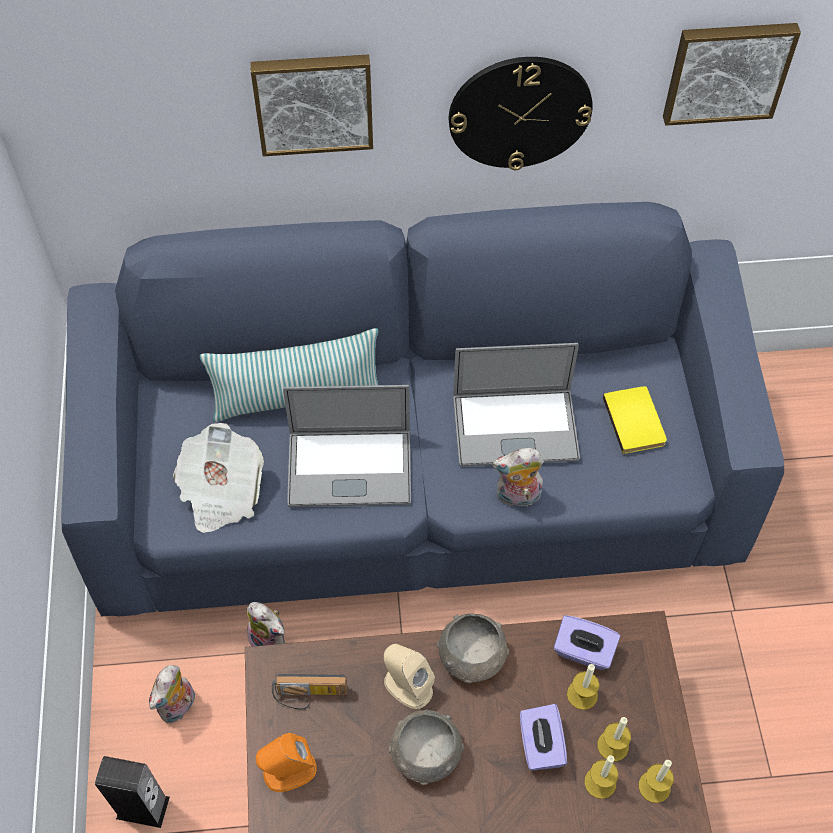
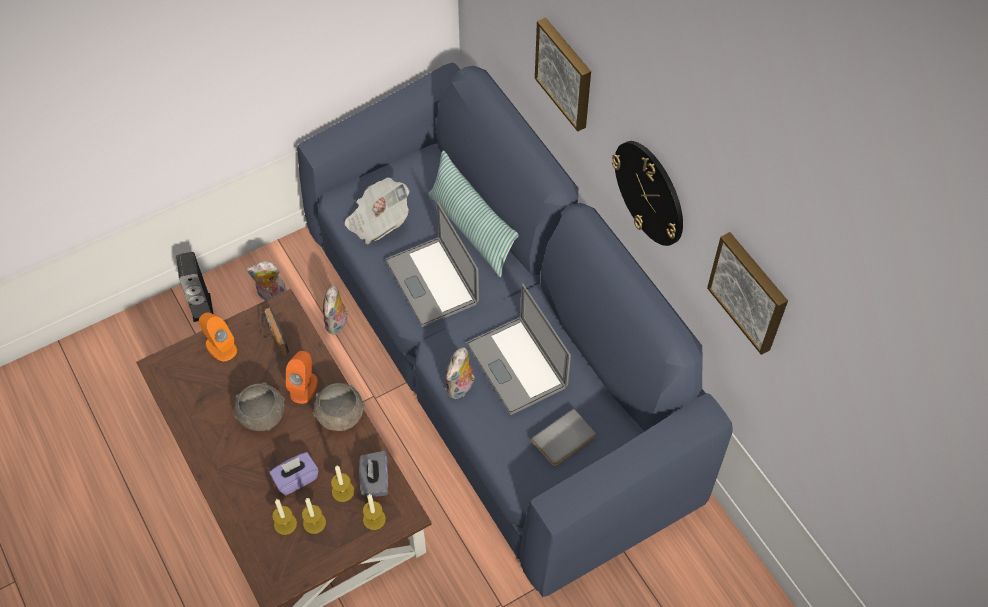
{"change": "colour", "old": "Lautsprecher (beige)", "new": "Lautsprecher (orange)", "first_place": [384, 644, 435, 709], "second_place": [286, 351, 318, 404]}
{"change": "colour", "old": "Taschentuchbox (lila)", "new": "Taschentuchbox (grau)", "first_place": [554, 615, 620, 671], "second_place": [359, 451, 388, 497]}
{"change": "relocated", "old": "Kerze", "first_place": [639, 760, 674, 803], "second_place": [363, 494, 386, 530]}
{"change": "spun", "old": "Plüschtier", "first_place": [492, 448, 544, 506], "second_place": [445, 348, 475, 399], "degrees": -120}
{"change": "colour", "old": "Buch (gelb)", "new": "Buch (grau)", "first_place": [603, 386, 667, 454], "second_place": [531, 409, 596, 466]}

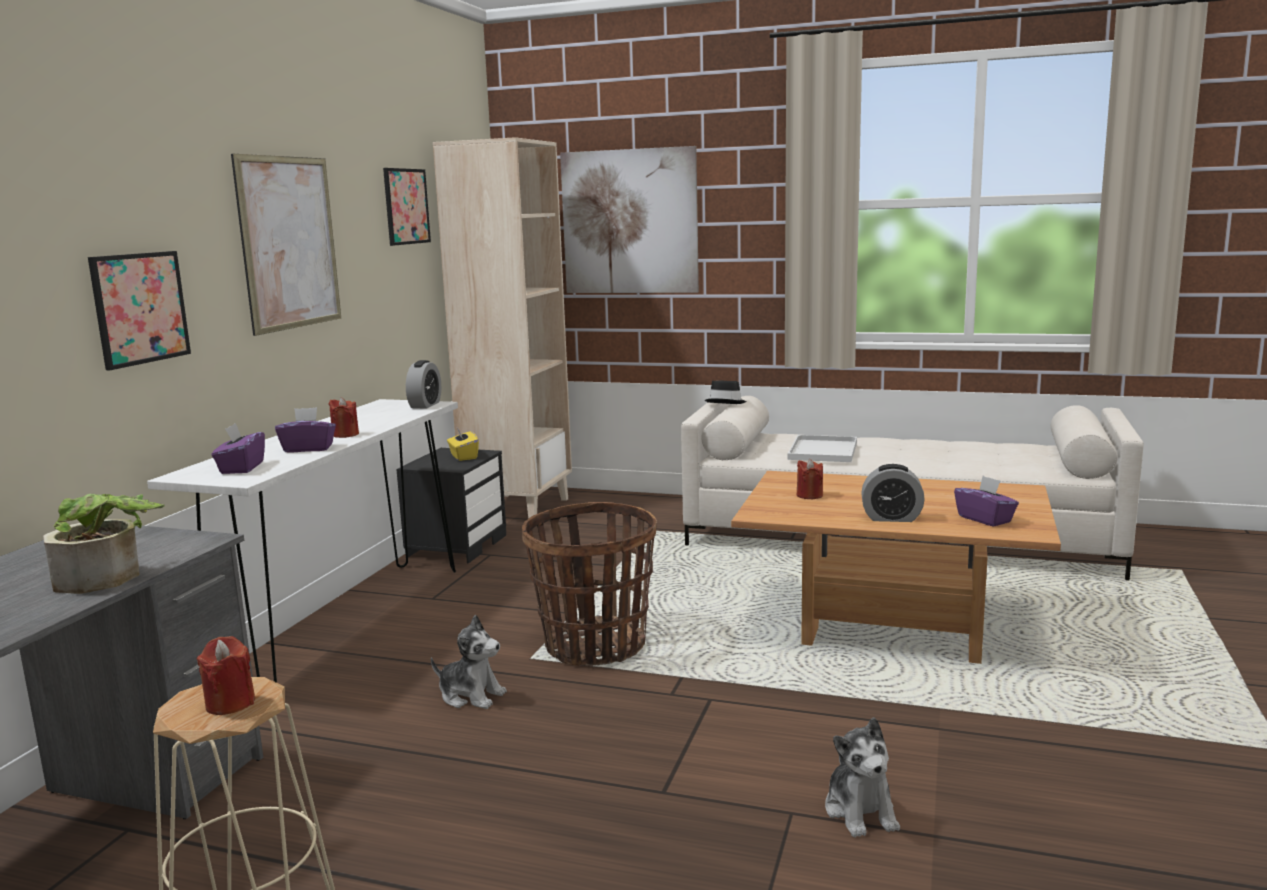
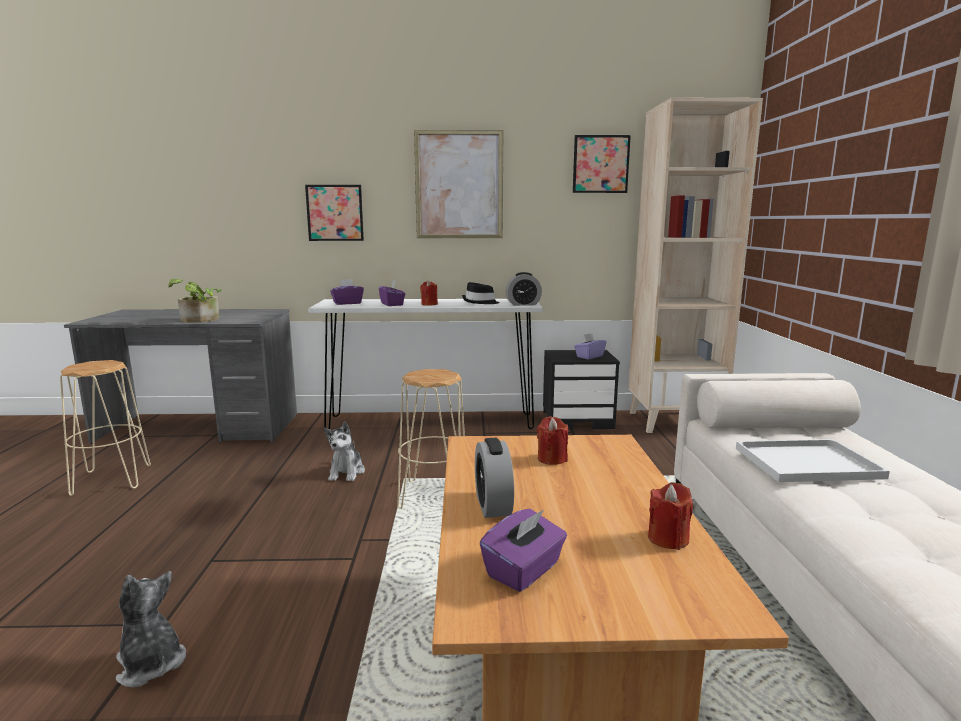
{"change": "spun", "old": "Plüschtier", "first_place": [825, 717, 900, 837], "second_place": [116, 571, 186, 687], "degrees": 75}
{"change": "exchanged", "old": "Korb", "new": "Hocker (beige)", "first_place": [522, 502, 657, 666], "second_place": [397, 369, 465, 509]}
{"change": "relocated", "old": "Hut (schwarz)", "first_place": [705, 381, 746, 404], "second_place": [462, 282, 500, 304]}
{"change": "colour", "old": "Taschentuchbox (gelb)", "new": "Taschentuchbox (lila)", "first_place": [447, 428, 479, 461], "second_place": [574, 333, 606, 359]}
{"change": "relocated", "old": "Kerze (rot)", "first_place": [197, 636, 255, 715], "second_place": [648, 483, 693, 550]}
{"change": "missing", "old": "Bild", "first_place": [560, 146, 699, 293]}

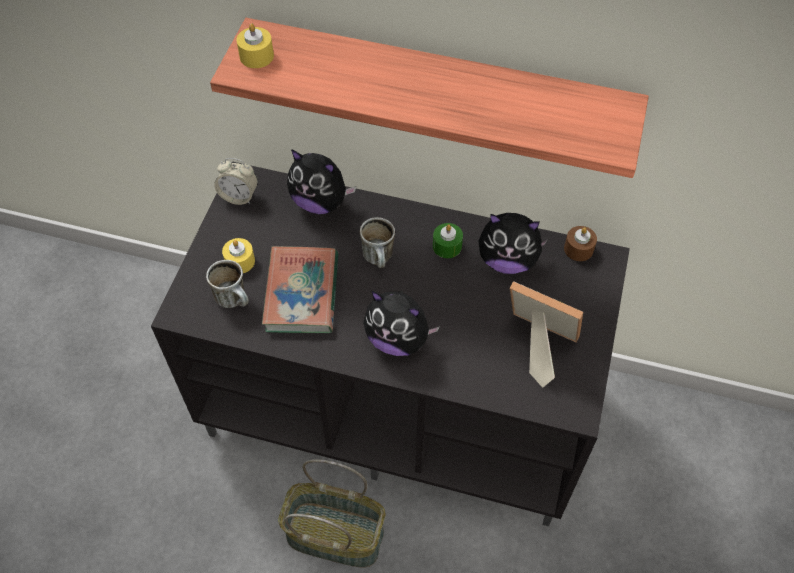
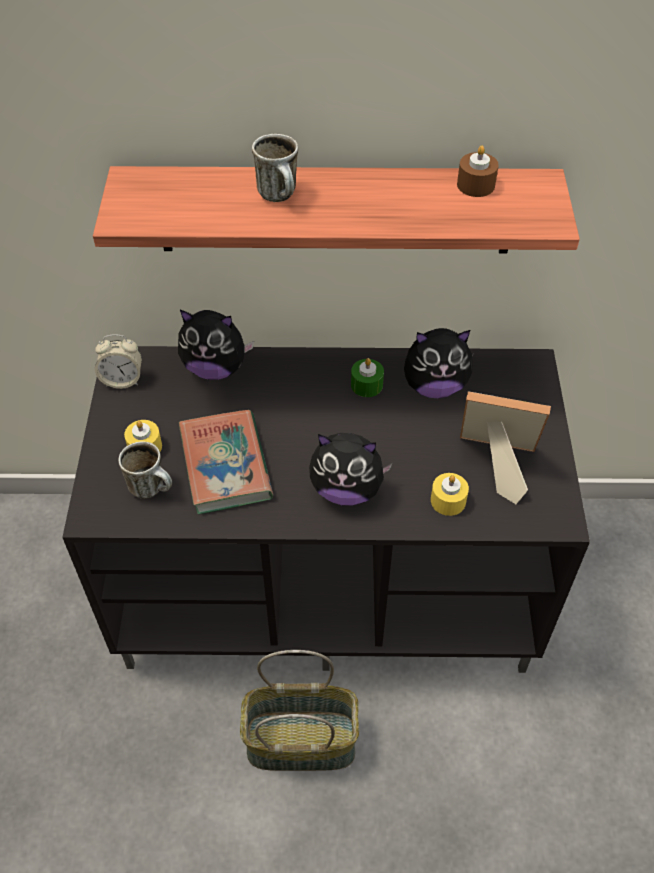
{"change": "relocated", "old": "Henkelbecher", "first_place": [360, 217, 395, 268], "second_place": [252, 134, 298, 202]}
{"change": "relocated", "old": "Kerze (gelb)", "first_place": [236, 24, 274, 68], "second_place": [431, 473, 469, 516]}
{"change": "relocated", "old": "Kerze (braun)", "first_place": [564, 226, 597, 261], "second_place": [457, 146, 499, 197]}

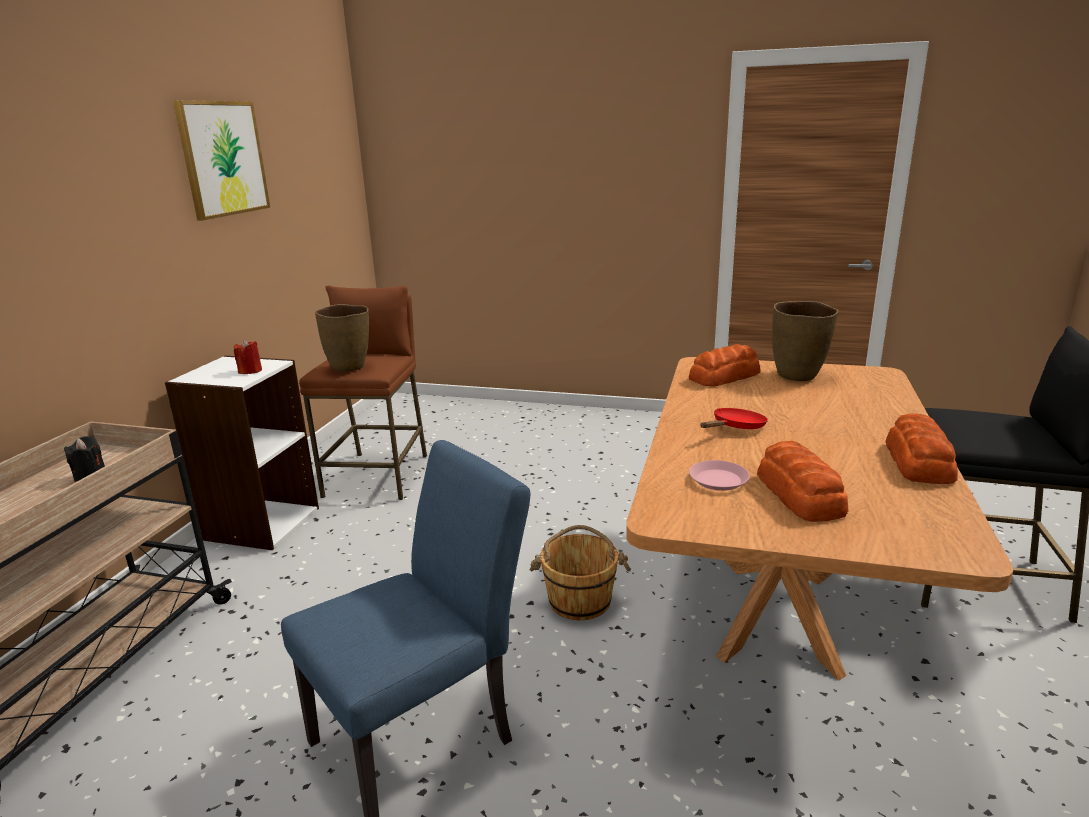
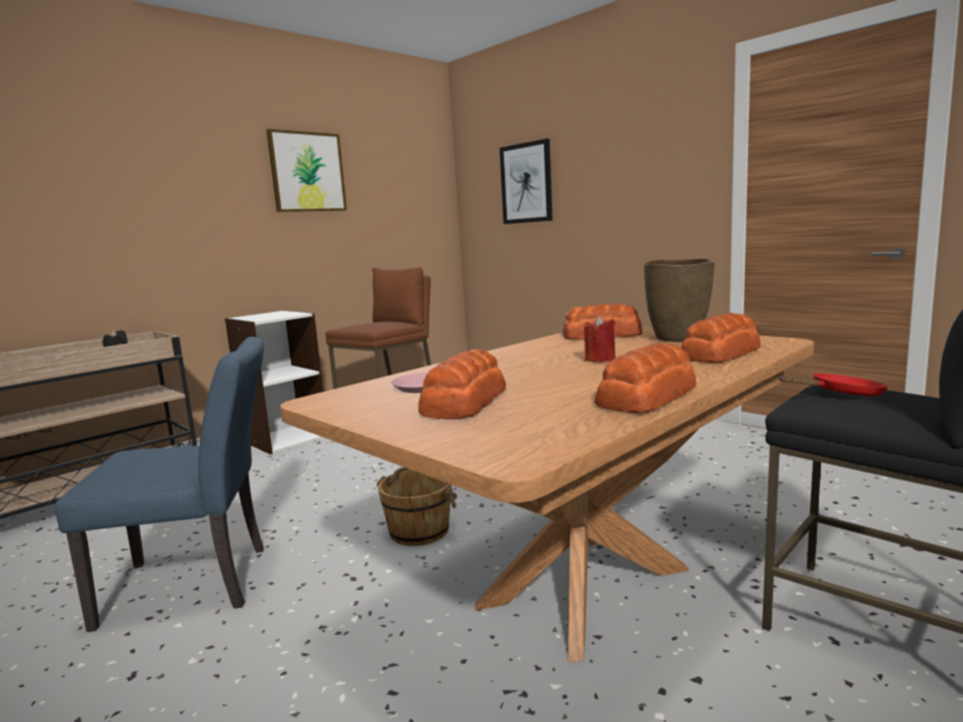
{"change": "appeared", "new": "Bild", "second_place": [500, 138, 553, 224]}
{"change": "relocated", "old": "Kerze (rot)", "first_place": [234, 339, 262, 374], "second_place": [584, 316, 615, 362]}
{"change": "appeared", "new": "Brot", "second_place": [681, 313, 761, 363]}
{"change": "relocated", "old": "Pfanne (rot)", "first_place": [700, 408, 768, 429], "second_place": [778, 373, 888, 396]}
{"change": "missing", "old": "Vase (braun)", "first_place": [315, 304, 369, 372]}

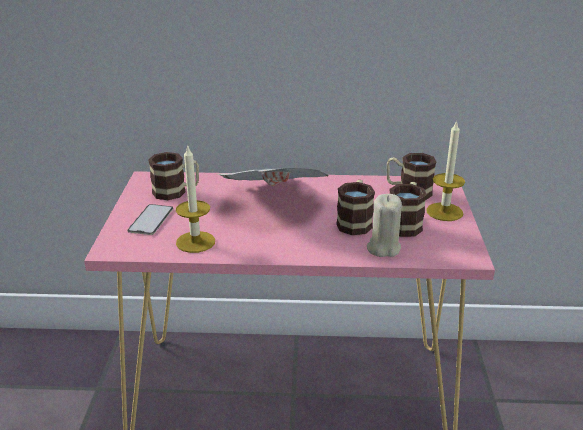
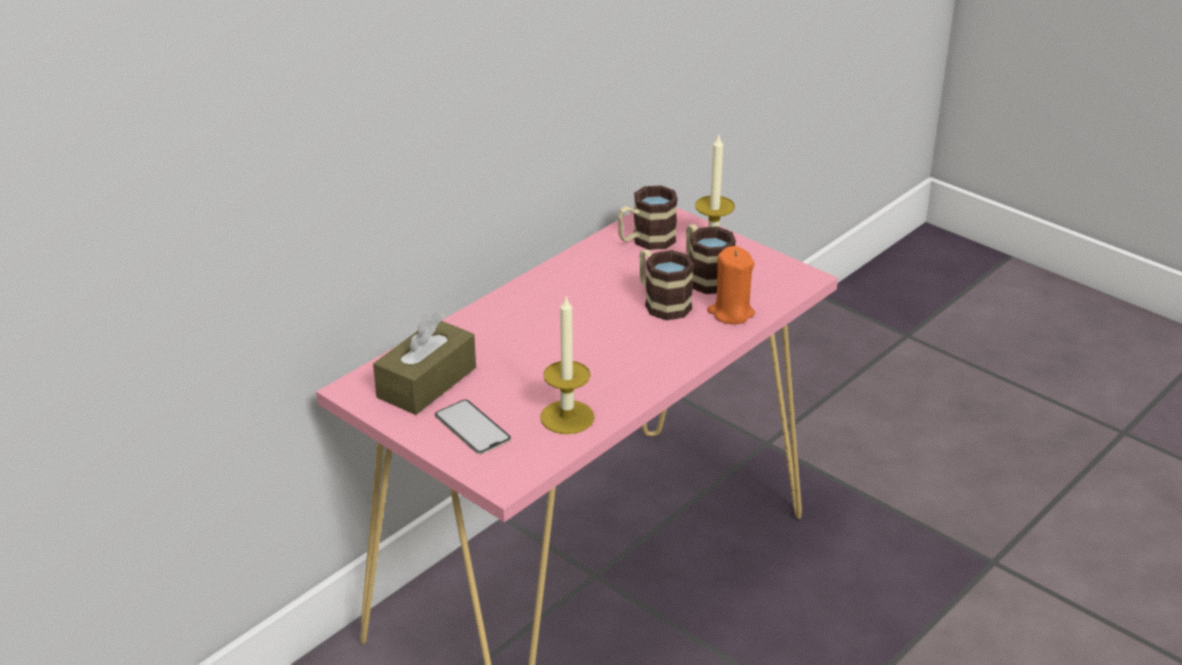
{"change": "exchanged", "old": "Henkelbecher", "new": "Taschentuchbox (braun)", "first_place": [148, 152, 199, 200], "second_place": [373, 312, 476, 415]}
{"change": "colour", "old": "Kerze (beige)", "new": "Kerze (orange)", "first_place": [367, 194, 402, 257], "second_place": [707, 246, 755, 324]}
{"change": "missing", "old": "Zeitung", "first_place": [217, 168, 329, 186]}

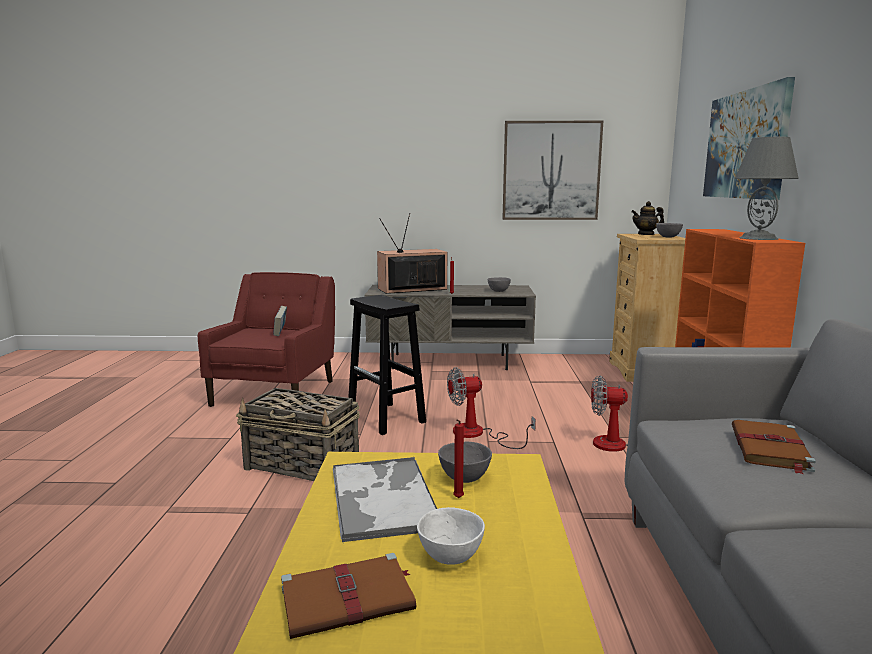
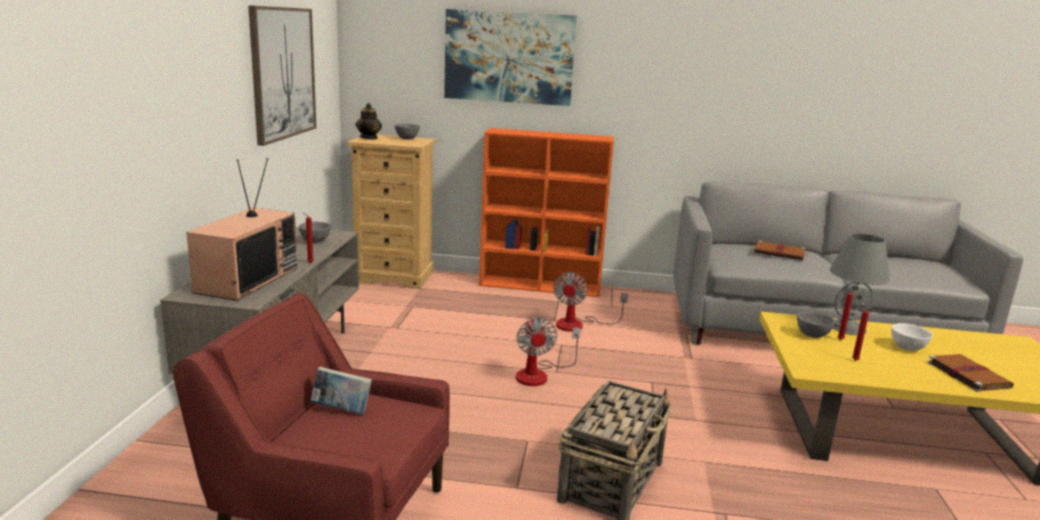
{"change": "spun", "old": "Fernseher", "first_place": [377, 213, 447, 294], "second_place": [186, 158, 298, 301], "degrees": -150}
{"change": "relocated", "old": "Tischlampe (grau)", "first_place": [735, 137, 799, 240], "second_place": [830, 233, 890, 335]}
{"change": "exchanged", "old": "Tablett", "new": "Kerze (rot)", "first_place": [333, 457, 437, 542], "second_place": [852, 308, 871, 361]}
{"change": "missing", "old": "Hocker (schwarz)", "first_place": [348, 295, 426, 435]}

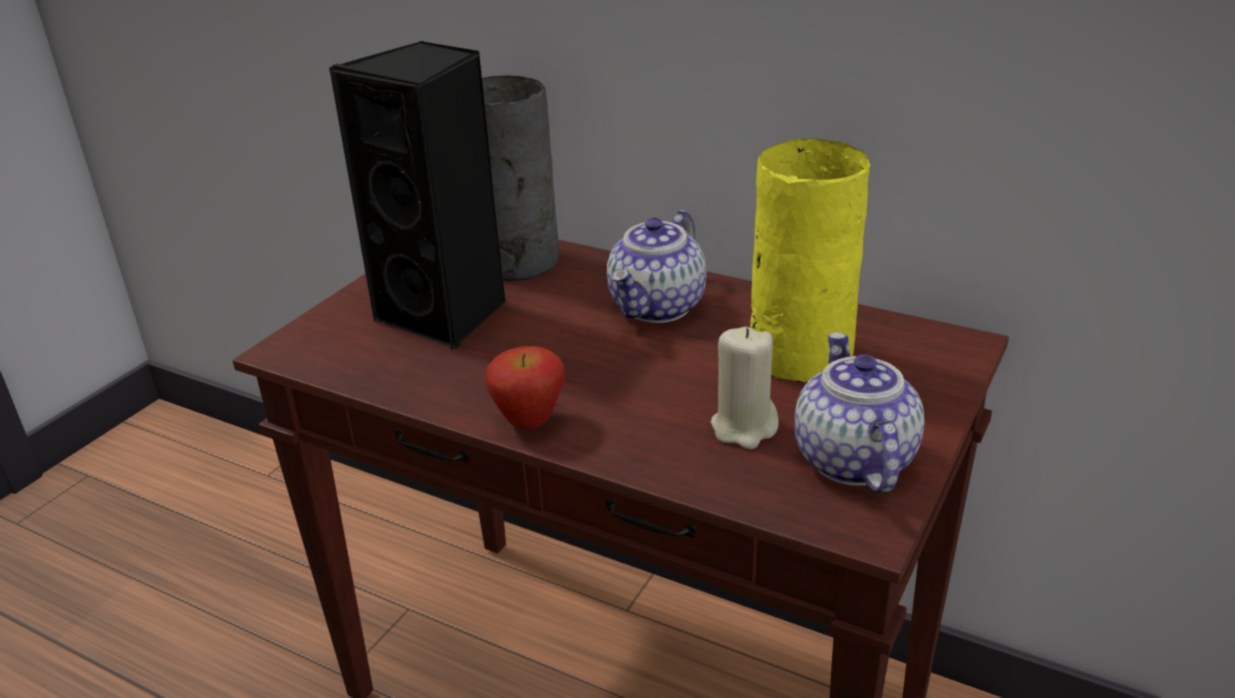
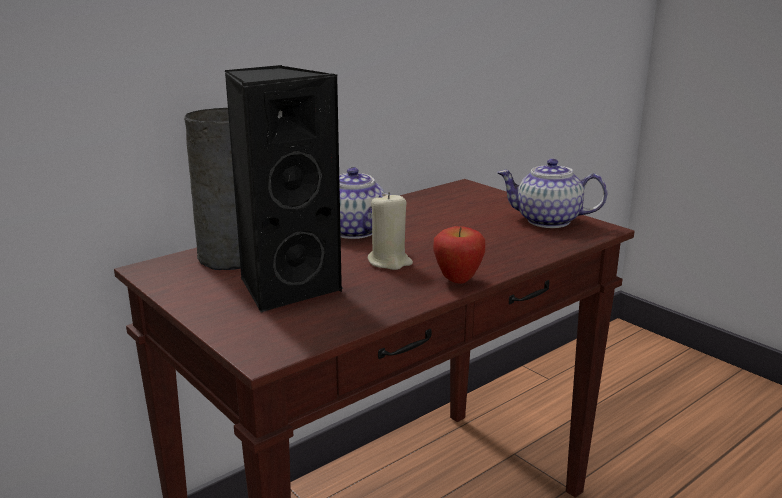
{"change": "relocated", "old": "Kerze (beige)", "first_place": [711, 327, 779, 449], "second_place": [368, 192, 413, 270]}
{"change": "missing", "old": "Vase (gelb)", "first_place": [750, 139, 870, 383]}

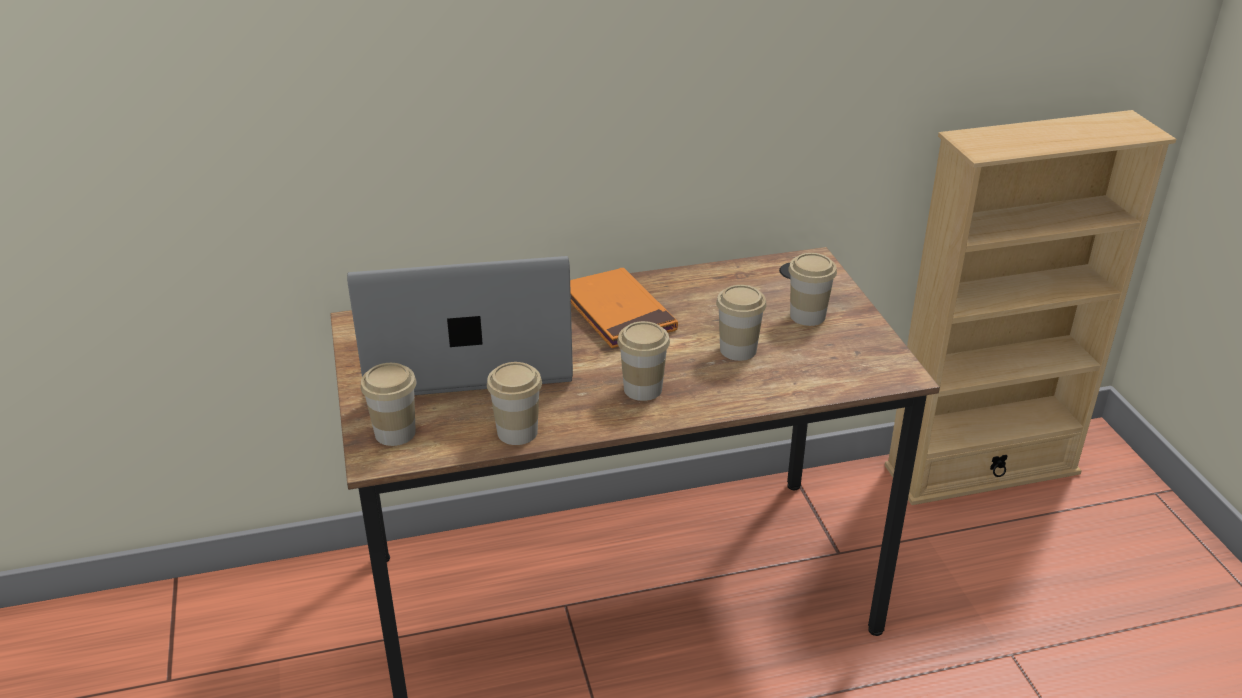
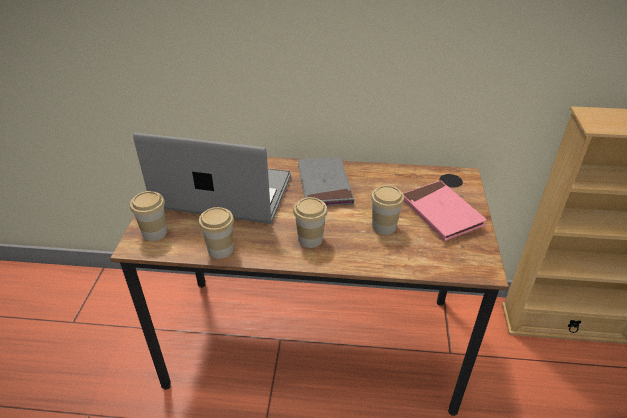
{"change": "colour", "old": "Buch (orange)", "new": "Buch (grau)", "first_place": [570, 268, 678, 348], "second_place": [298, 157, 354, 206]}
{"change": "exchanged", "old": "Tasse", "new": "Buch (rosa)", "first_place": [788, 253, 837, 326], "second_place": [403, 180, 487, 241]}

